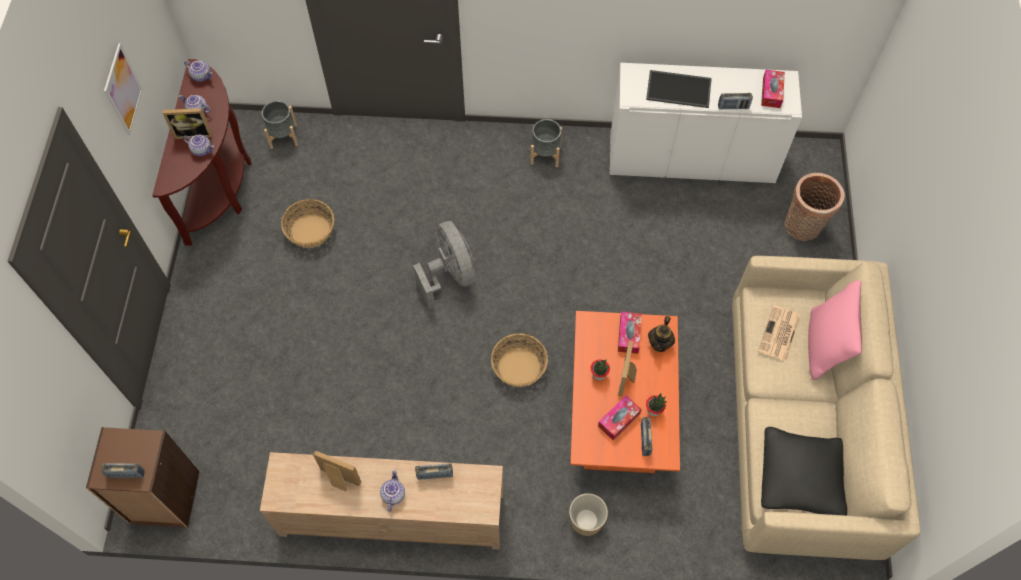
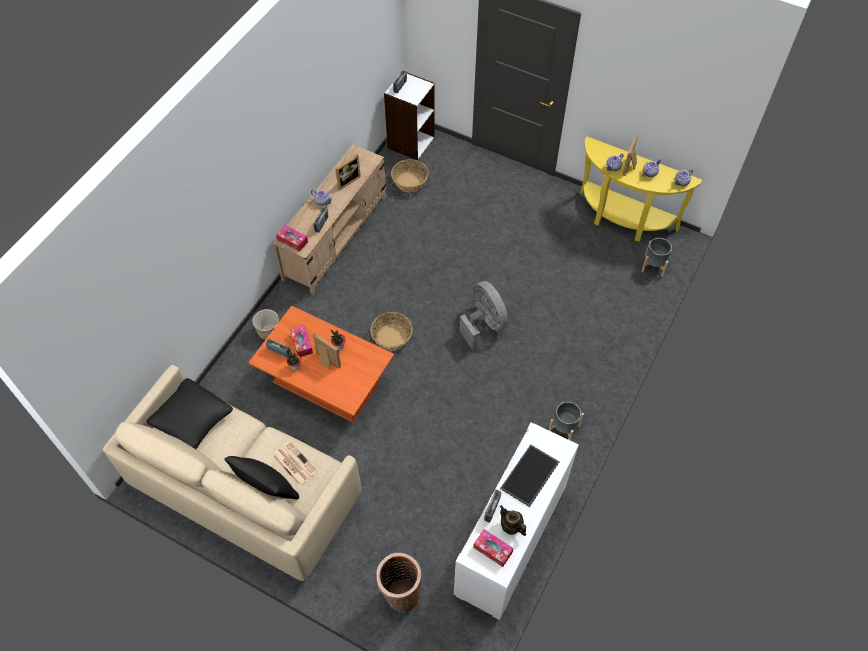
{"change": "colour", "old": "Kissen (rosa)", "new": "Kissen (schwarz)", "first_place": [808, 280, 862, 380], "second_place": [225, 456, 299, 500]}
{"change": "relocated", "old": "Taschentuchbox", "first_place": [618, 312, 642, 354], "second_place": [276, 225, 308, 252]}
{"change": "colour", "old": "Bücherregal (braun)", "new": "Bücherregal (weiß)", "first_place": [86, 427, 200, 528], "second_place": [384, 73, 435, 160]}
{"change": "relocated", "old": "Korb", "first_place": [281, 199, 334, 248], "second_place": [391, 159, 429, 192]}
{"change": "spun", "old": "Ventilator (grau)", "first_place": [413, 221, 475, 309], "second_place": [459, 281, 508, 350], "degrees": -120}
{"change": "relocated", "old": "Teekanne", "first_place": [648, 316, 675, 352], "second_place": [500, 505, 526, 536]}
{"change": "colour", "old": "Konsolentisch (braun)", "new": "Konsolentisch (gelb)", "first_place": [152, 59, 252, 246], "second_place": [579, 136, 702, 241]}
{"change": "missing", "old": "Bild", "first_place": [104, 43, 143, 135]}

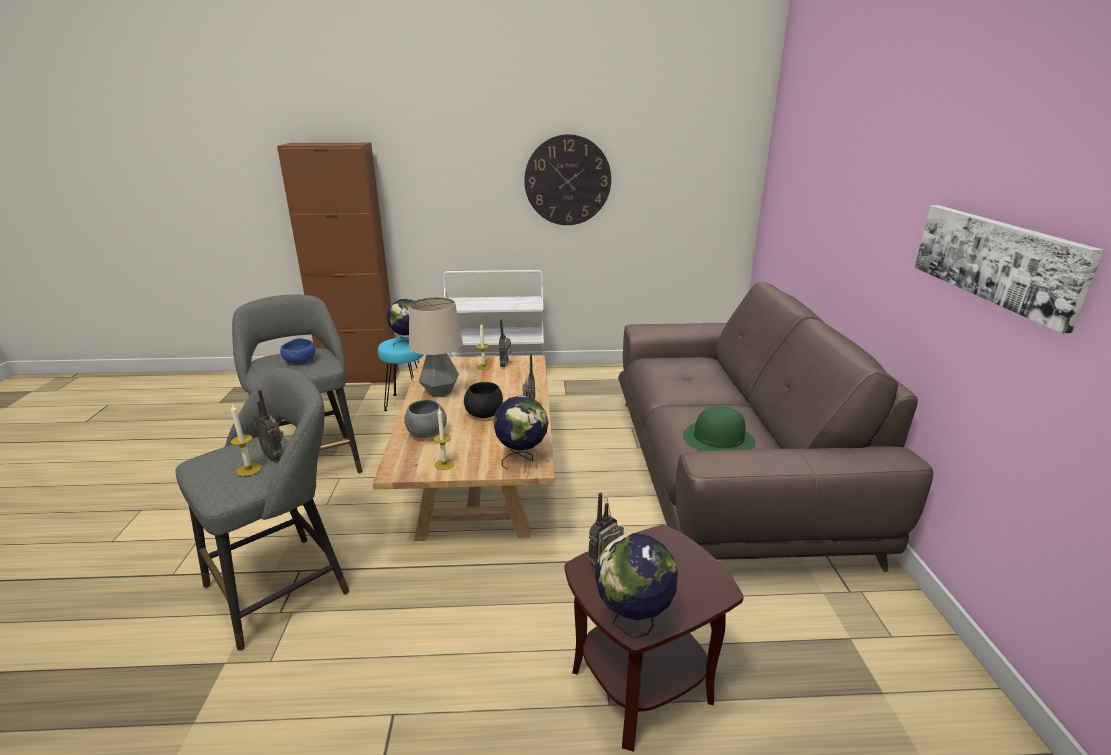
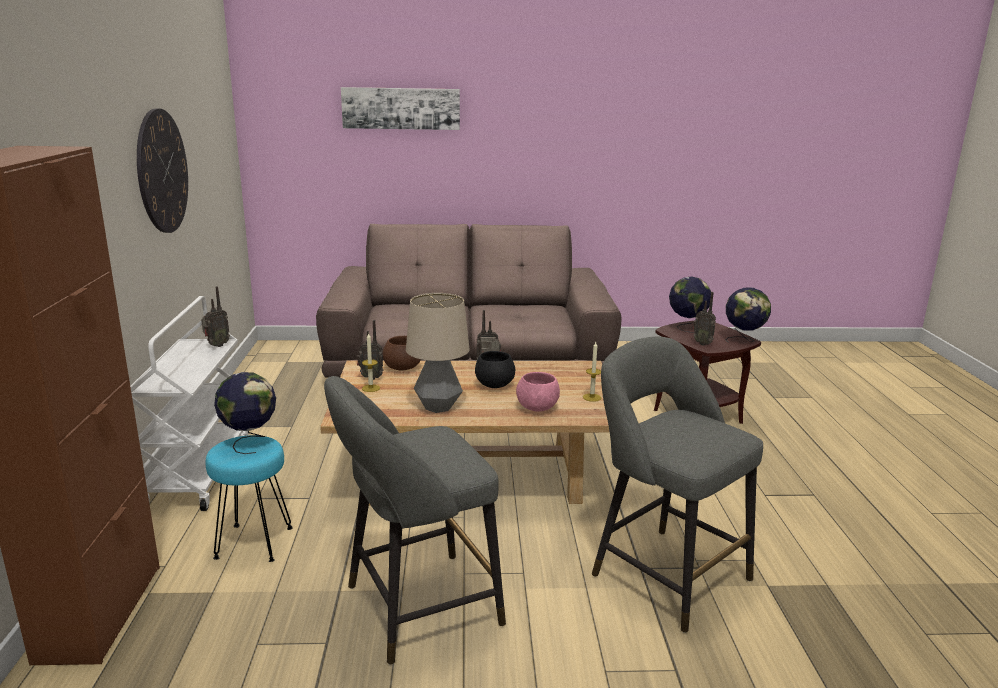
{"change": "relocated", "old": "Radio", "first_place": [254, 390, 284, 461], "second_place": [201, 286, 230, 347]}
{"change": "relocated", "old": "Bild", "first_place": [914, 205, 1104, 333], "second_place": [341, 87, 460, 130]}
{"change": "appeared", "new": "Schüssel (braun)", "second_place": [383, 336, 421, 370]}
{"change": "colour", "old": "Schüssel (grau)", "new": "Schüssel (rosa)", "first_place": [404, 399, 447, 438], "second_place": [516, 372, 560, 412]}
{"change": "relocated", "old": "Globus", "first_place": [493, 396, 548, 470], "second_place": [669, 276, 711, 333]}
{"change": "missing", "old": "Kerze", "first_place": [230, 404, 262, 476]}
{"change": "missing", "old": "Schüssel (blau)", "first_place": [280, 338, 315, 365]}
{"change": "missing", "old": "Hut (grün)", "first_place": [683, 406, 755, 451]}

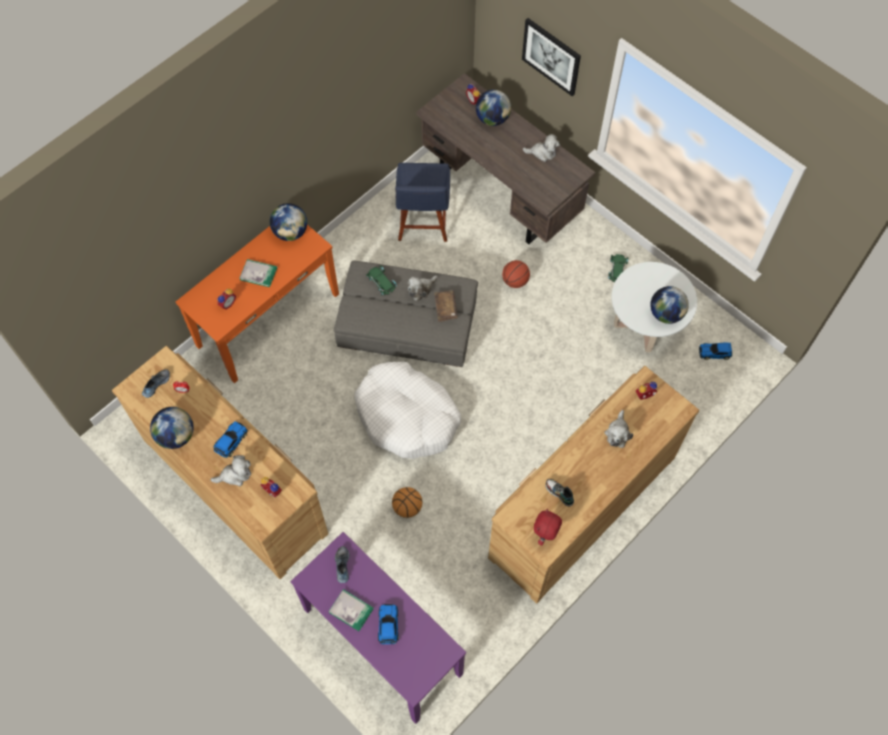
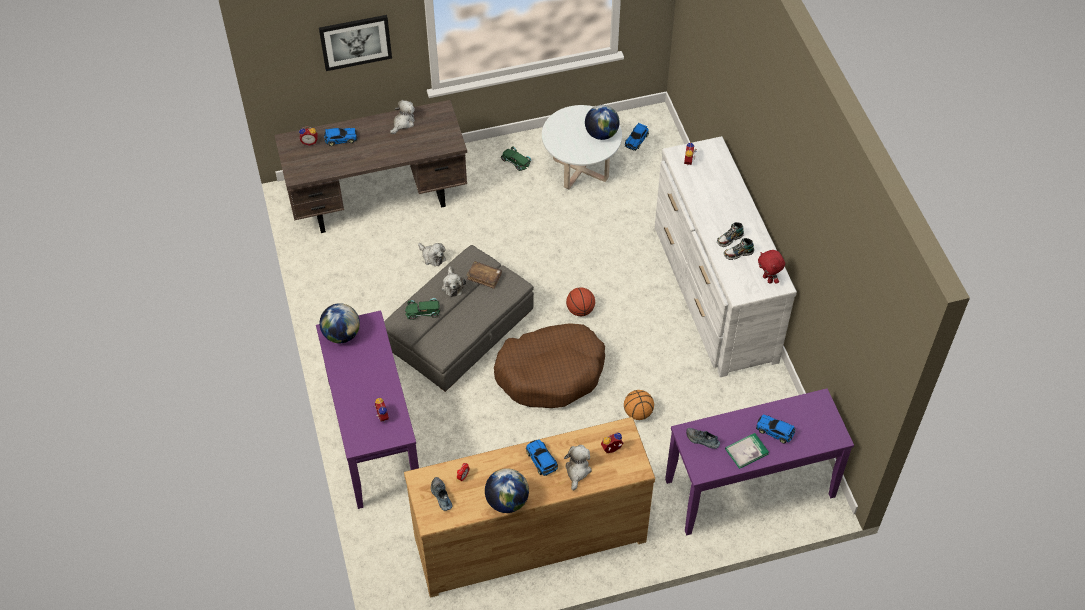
{"change": "colour", "old": "Konsolentisch (orange)", "new": "Konsolentisch (lila)", "first_place": [176, 225, 339, 383], "second_place": [316, 310, 419, 509]}
{"change": "exchanged", "old": "Globus", "new": "Spielzeugauto", "first_place": [476, 90, 511, 126], "second_place": [324, 128, 357, 146]}
{"change": "relocated", "old": "Plüschtier", "first_place": [605, 410, 633, 448], "second_place": [418, 243, 446, 266]}
{"change": "colour", "old": "Hundebett (weiß)", "new": "Hundebett (braun)", "first_place": [354, 362, 461, 459], "second_place": [494, 323, 605, 408]}
{"change": "relocated", "old": "Basketball", "first_place": [502, 260, 530, 288], "second_place": [566, 287, 595, 316]}
{"change": "colour", "old": "Kommode (braun)", "new": "Kommode (weiß)", "first_place": [488, 366, 699, 603], "second_place": [655, 136, 797, 377]}
{"change": "appeared", "new": "Schuh", "second_place": [717, 222, 744, 247]}
{"change": "missing", "old": "Buch", "first_place": [240, 259, 277, 287]}
{"change": "missing", "old": "Stuhl (blau)", "first_place": [395, 163, 450, 242]}

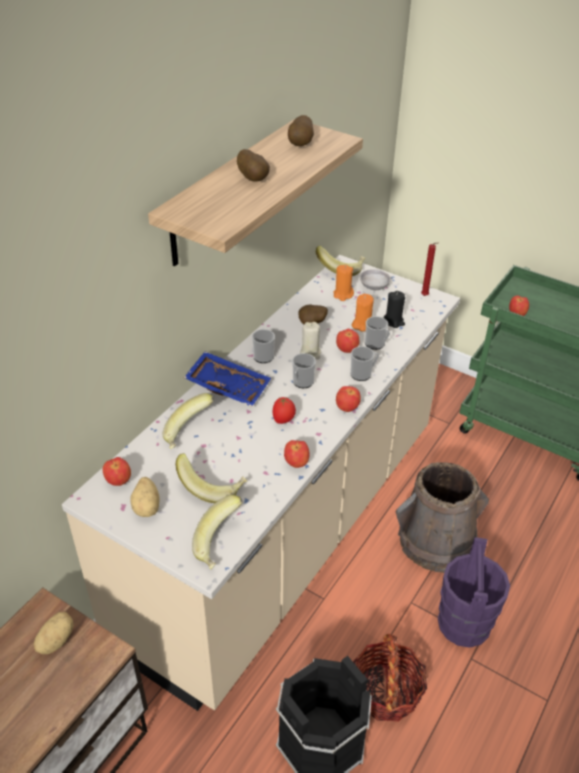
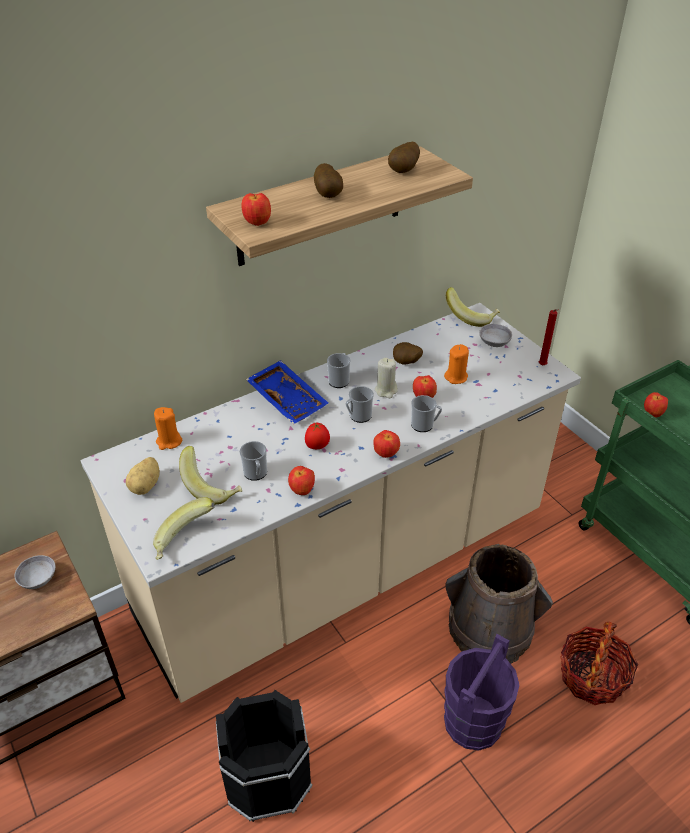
{"change": "exchanged", "old": "Kartoffel", "new": "Schüssel (grau)", "first_place": [34, 612, 74, 654], "second_place": [15, 555, 56, 589]}
{"change": "relocated", "old": "Kerze (orange)", "first_place": [334, 265, 354, 301], "second_place": [154, 407, 182, 450]}
{"change": "relocated", "old": "Henkelbecher", "first_place": [365, 316, 390, 350], "second_place": [240, 441, 267, 481]}
{"change": "relocated", "old": "Apfel", "first_place": [103, 457, 131, 486], "second_place": [242, 193, 271, 226]}
{"change": "relocated", "old": "Korb", "first_place": [353, 634, 427, 722], "second_place": [560, 622, 638, 705]}
{"change": "missing", "old": "Banane", "first_place": [163, 393, 214, 449]}
{"change": "missing", "old": "Kerze (schwarz)", "first_place": [384, 291, 405, 328]}

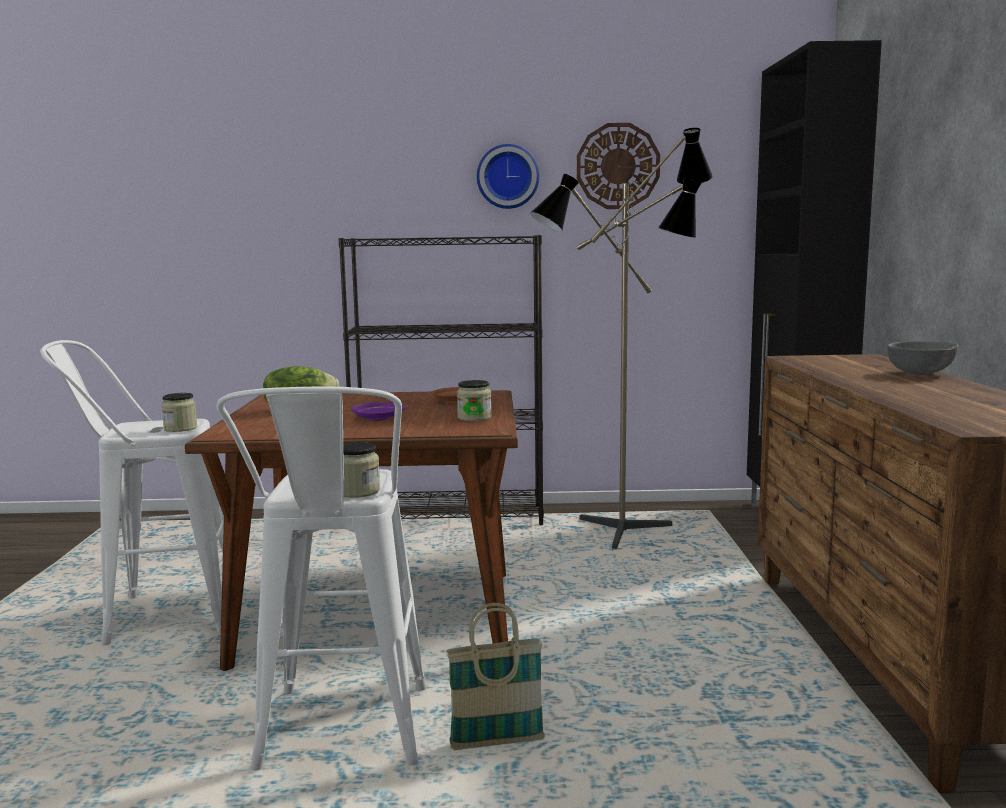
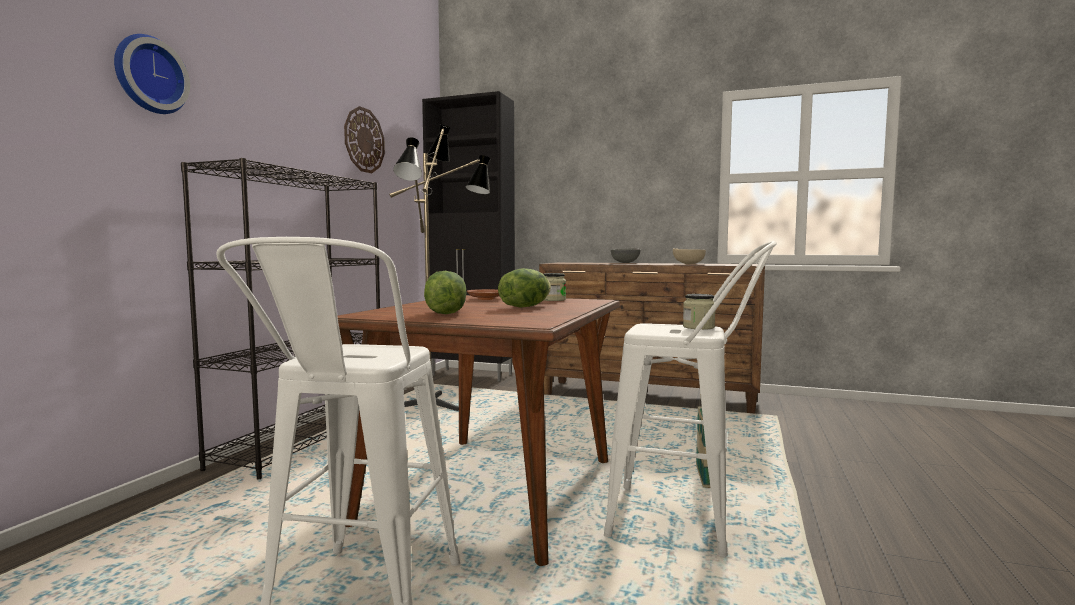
{"change": "relocated", "old": "Wanduhr", "first_place": [477, 144, 539, 209], "second_place": [114, 34, 190, 114]}
{"change": "exchanged", "old": "Teller (lila)", "new": "Salatkopf", "first_place": [351, 402, 405, 421], "second_place": [498, 268, 551, 308]}
{"change": "appeared", "new": "Schüssel (beige)", "second_place": [673, 248, 706, 264]}
{"change": "missing", "old": "Vorratsglas", "first_place": [161, 393, 197, 432]}

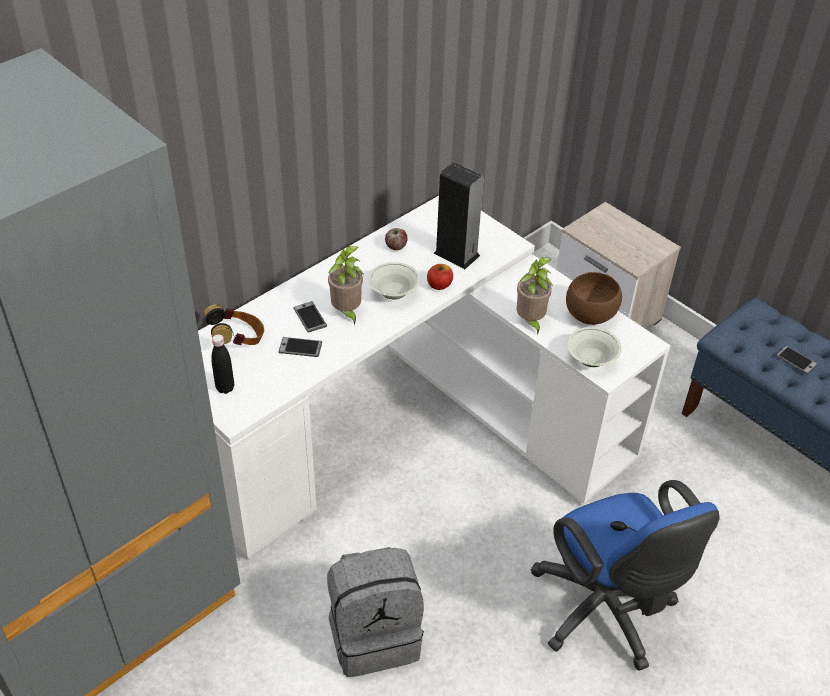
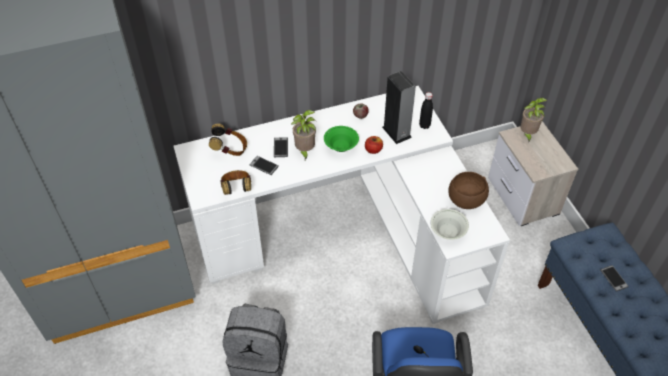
{"change": "appeared", "new": "Kopfhörer", "second_place": [220, 170, 251, 195]}
{"change": "colour", "old": "Schüssel (weiß)", "new": "Schüssel (grün)", "first_place": [368, 262, 420, 299], "second_place": [324, 126, 359, 152]}
{"change": "relocated", "old": "Flasche (schwarz)", "first_place": [211, 334, 234, 394], "second_place": [419, 92, 433, 129]}
{"change": "relocated", "old": "Topfpflanze", "first_place": [517, 257, 553, 336], "second_place": [520, 98, 547, 143]}

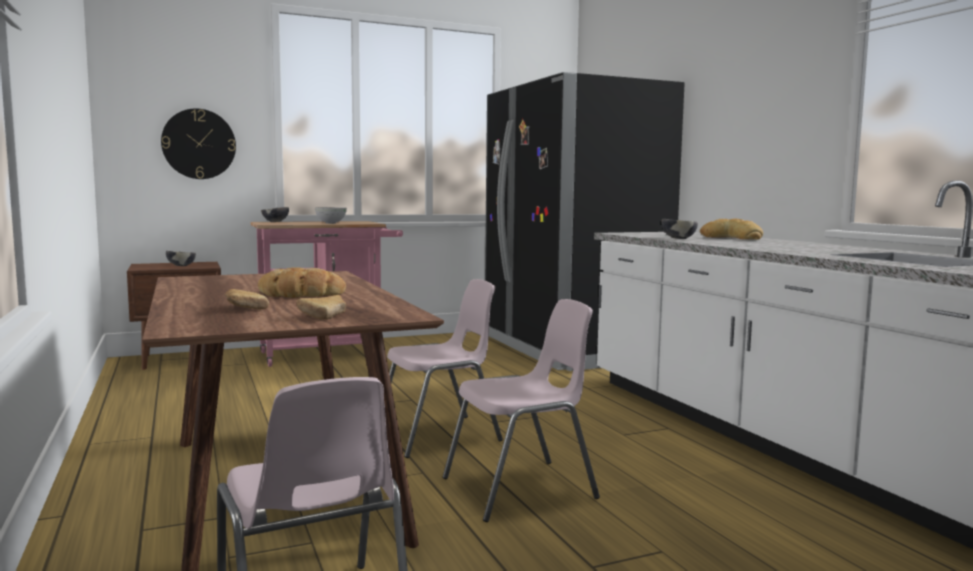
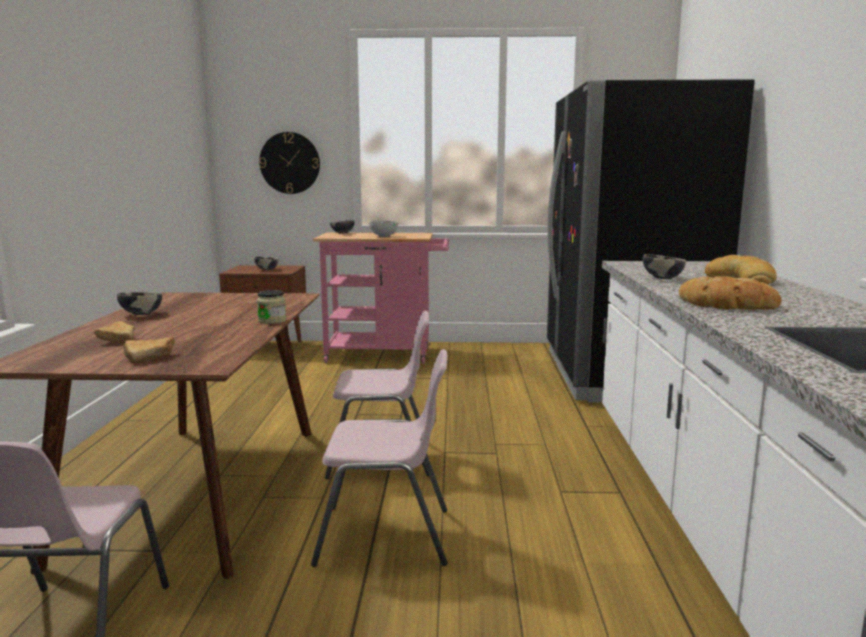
{"change": "appeared", "new": "Schüssel", "second_place": [117, 292, 162, 315]}
{"change": "appeared", "new": "Vorratsglas", "second_place": [257, 290, 286, 324]}
{"change": "relocated", "old": "Brot", "first_place": [258, 267, 346, 298], "second_place": [679, 276, 781, 310]}

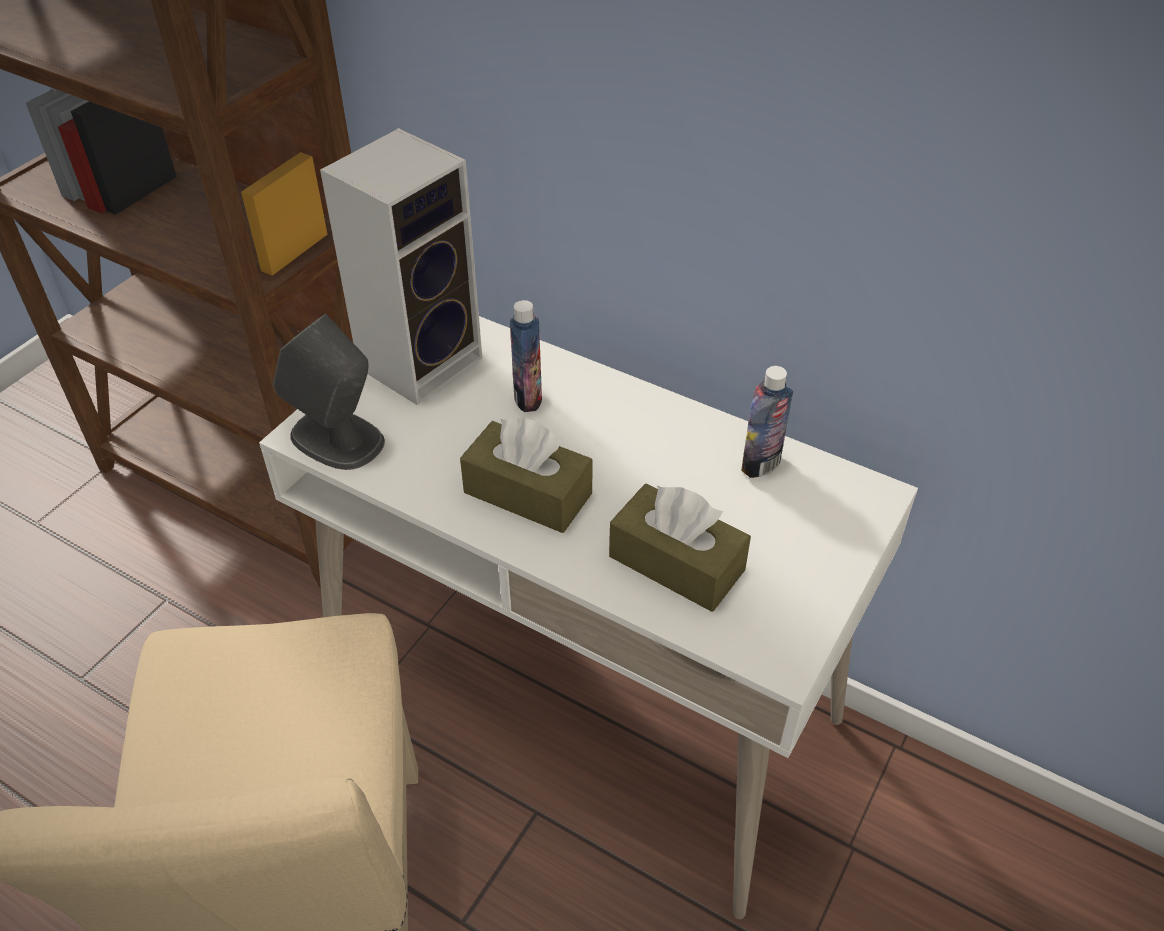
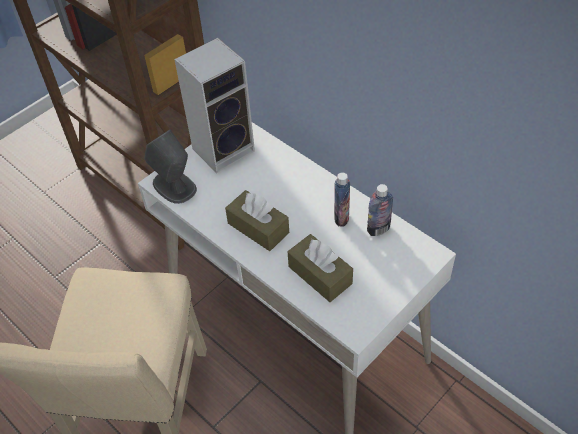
{"change": "relocated", "old": "Flasche", "first_place": [510, 300, 542, 412], "second_place": [334, 172, 350, 226]}

